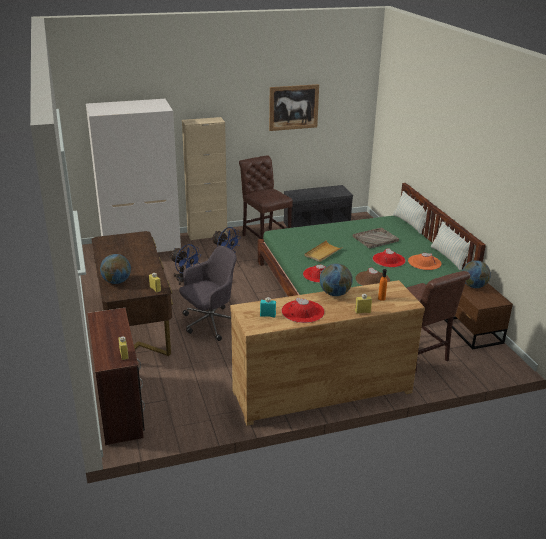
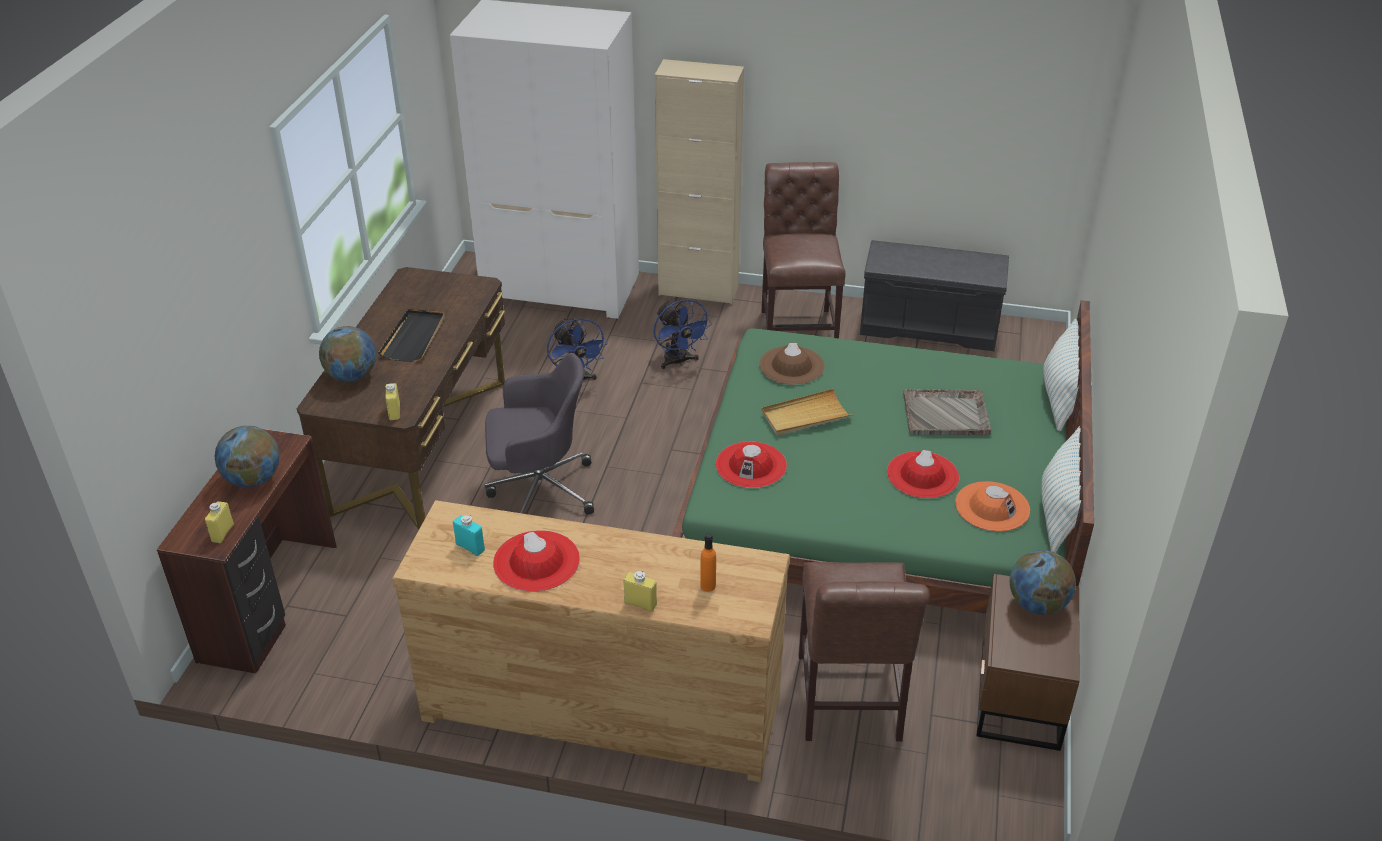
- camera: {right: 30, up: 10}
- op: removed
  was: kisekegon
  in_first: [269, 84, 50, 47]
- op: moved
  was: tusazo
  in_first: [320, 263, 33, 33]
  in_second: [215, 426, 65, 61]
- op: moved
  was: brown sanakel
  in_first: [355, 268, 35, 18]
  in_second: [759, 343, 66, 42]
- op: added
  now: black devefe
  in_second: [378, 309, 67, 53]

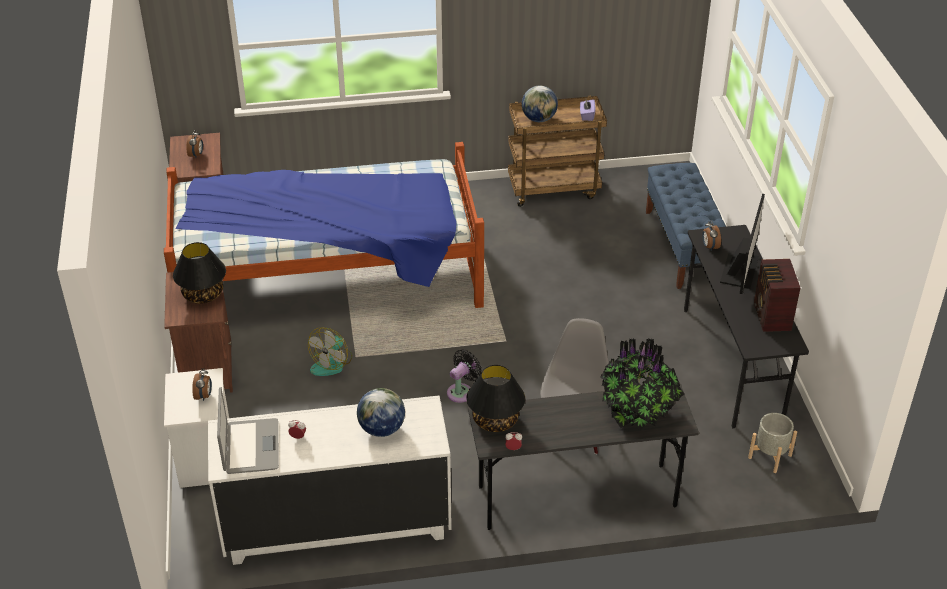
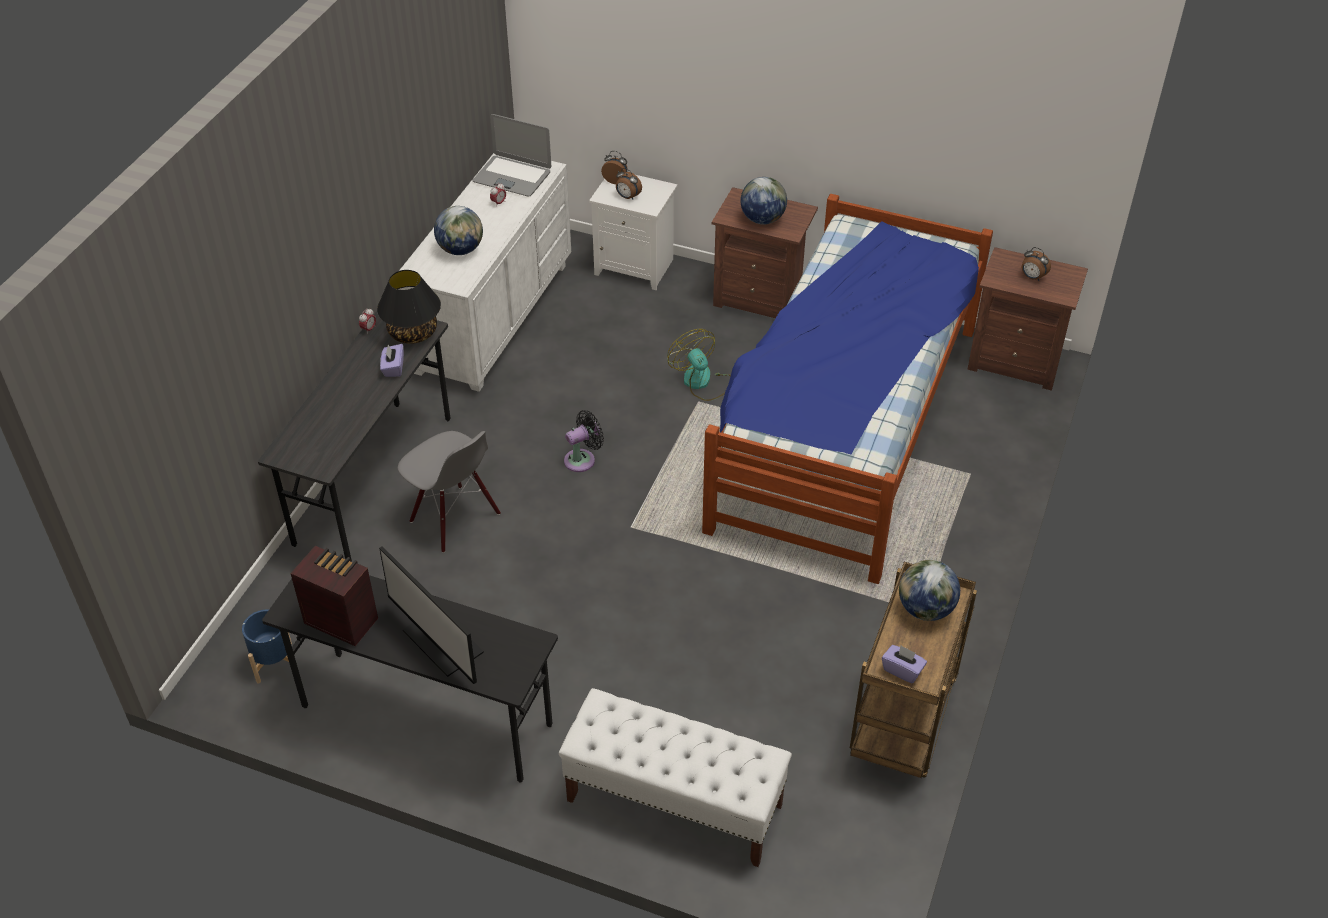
- camera: {right: 120, up: 5}
- op: replaced
  was: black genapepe
  now: tusazo
  in_first: [173, 242, 53, 62]
  in_second: [740, 177, 47, 48]
- op: turned
  was: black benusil
  in_first: [447, 349, 35, 54]
  in_second: [564, 410, 40, 62]
  clockwise: -105
- op: removed
  was: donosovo
  in_first: [600, 338, 85, 92]
- op: recoloured
  was: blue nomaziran
  now: white nomaziran
  in_first: [646, 163, 80, 126]
  in_second: [559, 688, 233, 179]
- op: moved
  was: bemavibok
  in_first: [702, 220, 19, 30]
  in_second: [601, 151, 27, 33]
- op: recoloured
  was: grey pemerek
  now: blue pemerek
  in_first: [748, 413, 49, 60]
  in_second: [242, 609, 50, 75]
- op: added
  now: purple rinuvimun
  in_second: [380, 344, 24, 33]

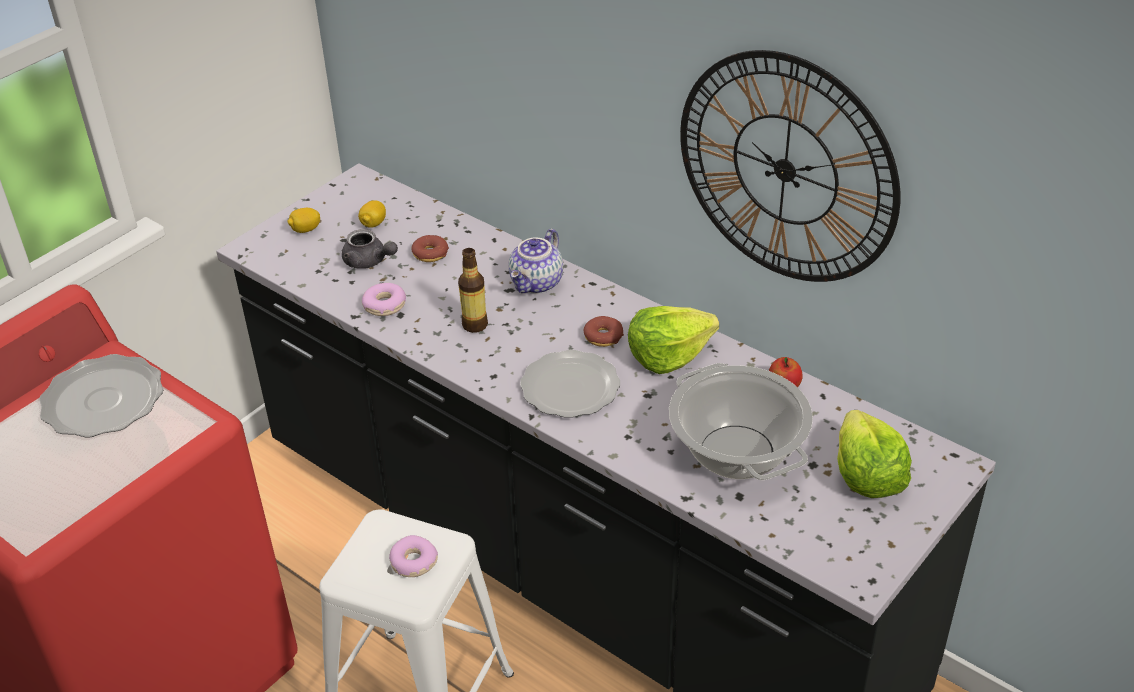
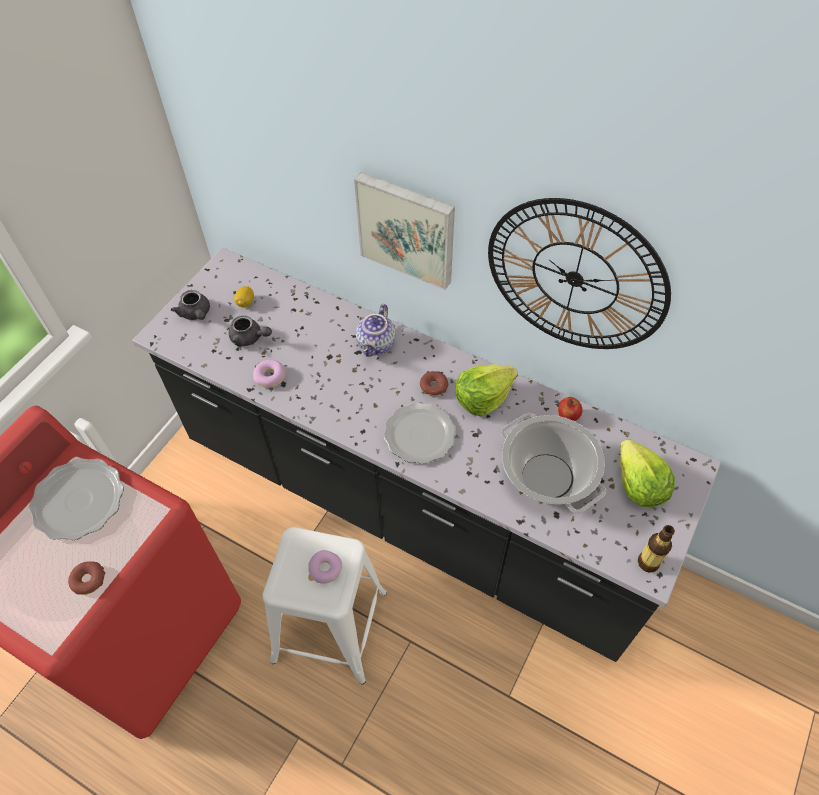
- camera: {right: -10, up: 15}
- op: replaced
  was: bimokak
  now: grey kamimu
  in_first: [287, 208, 33, 25]
  in_second: [171, 290, 39, 30]
- op: moved
  was: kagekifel
  in_first: [411, 235, 38, 27]
  in_second: [68, 561, 37, 34]
- op: moved
  was: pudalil
  in_first: [458, 248, 30, 85]
  in_second: [638, 525, 37, 48]
- op: added
  now: kisekegon
  in_second: [354, 172, 101, 118]

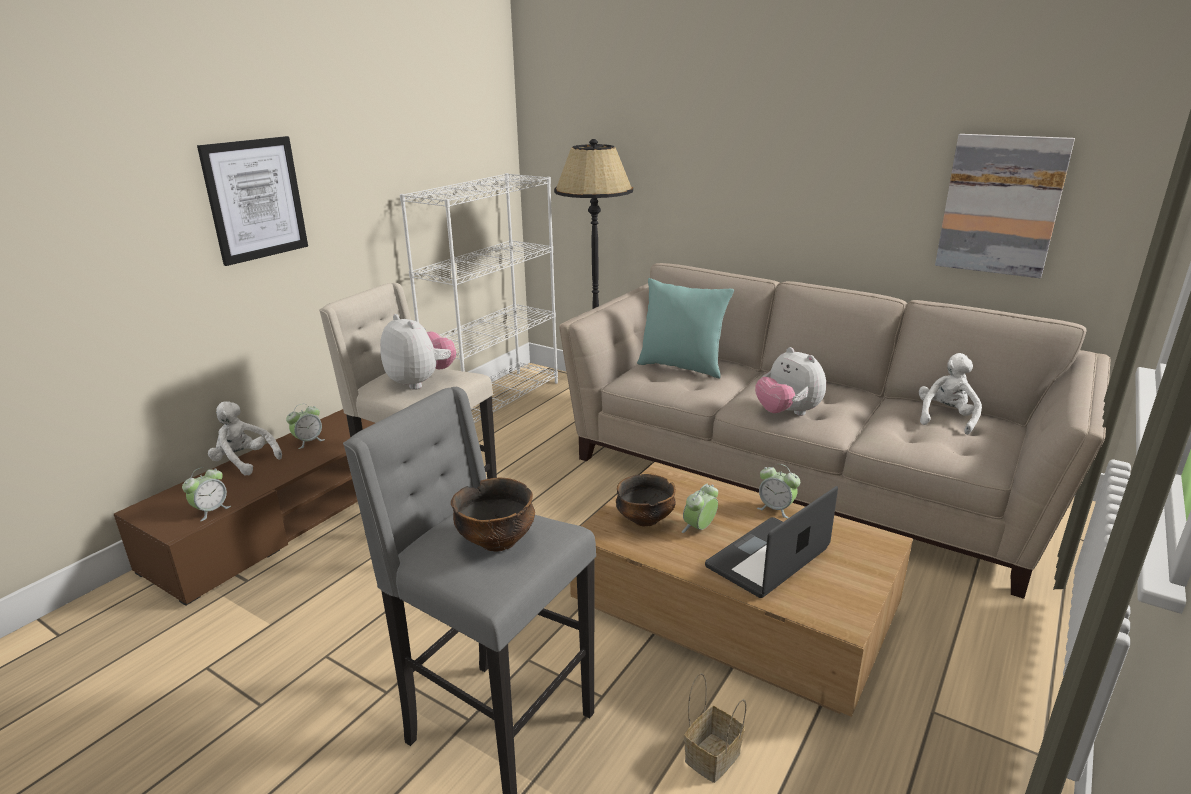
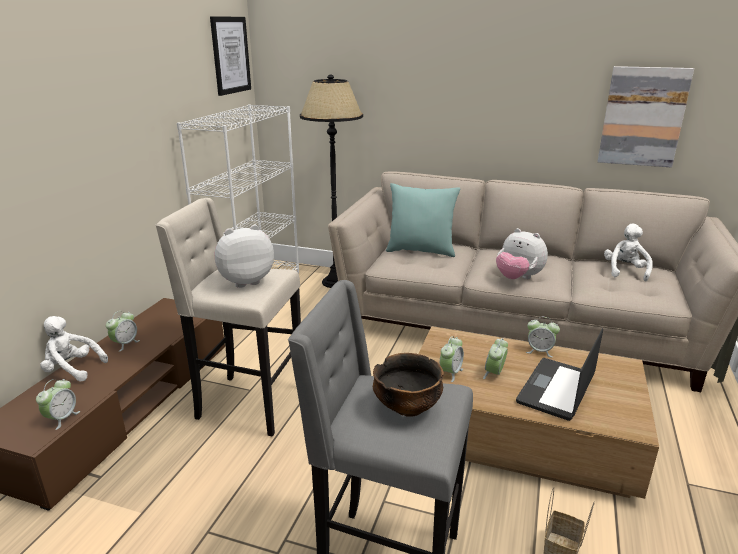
- camera: {right: -15, up: 0}
- op: moved
  was: kisekegon
  in_first: [197, 136, 111, 130]
  in_second: [210, 16, 41, 80]
- op: turned
  was: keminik
  in_first: [380, 314, 76, 76]
  in_second: [215, 225, 59, 63]
  clockwise: -60
- op: replaced
  was: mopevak
  now: bemavibok
  in_first: [616, 474, 60, 53]
  in_second: [440, 336, 24, 46]

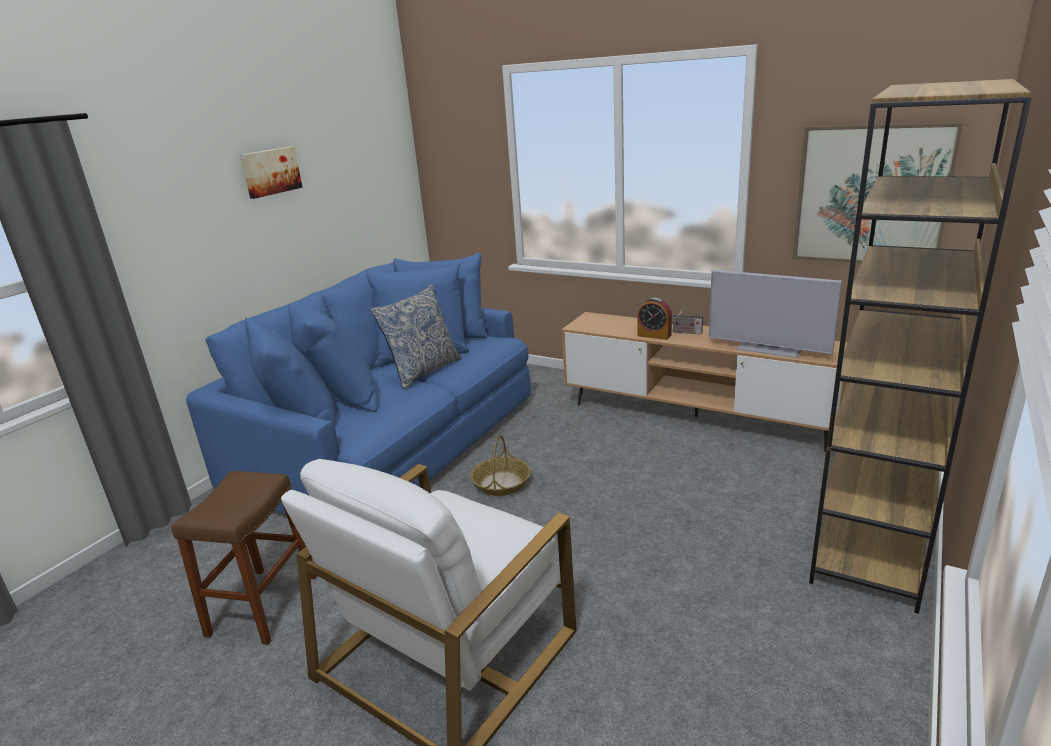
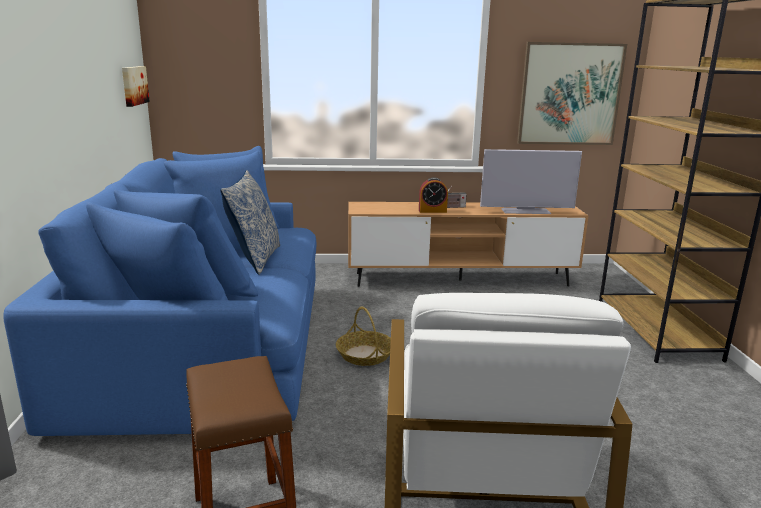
- camera: {right: -35, up: -5}
- op: moved
  was: kisekegon
  in_first: [240, 146, 63, 53]
  in_second: [122, 66, 28, 41]

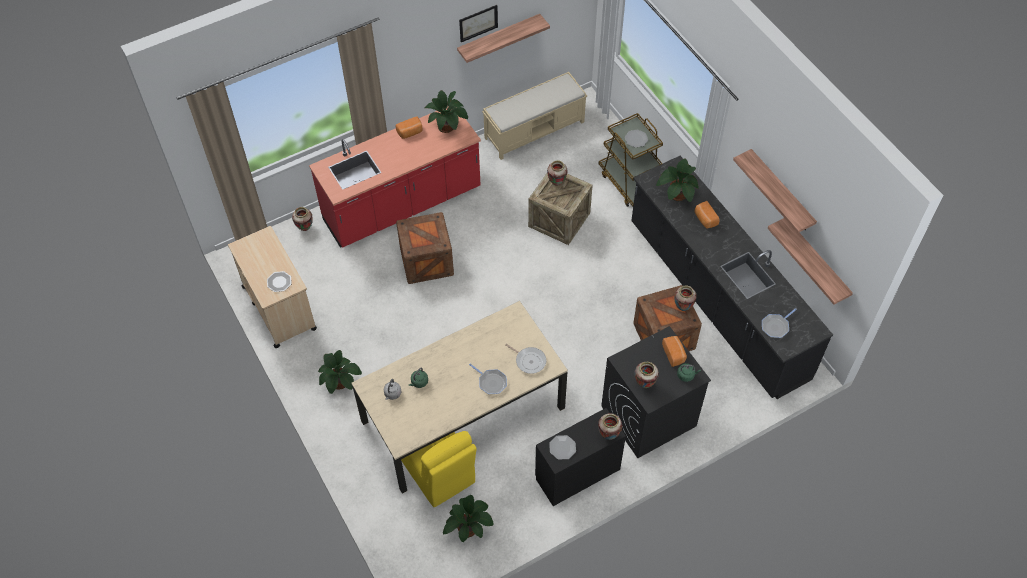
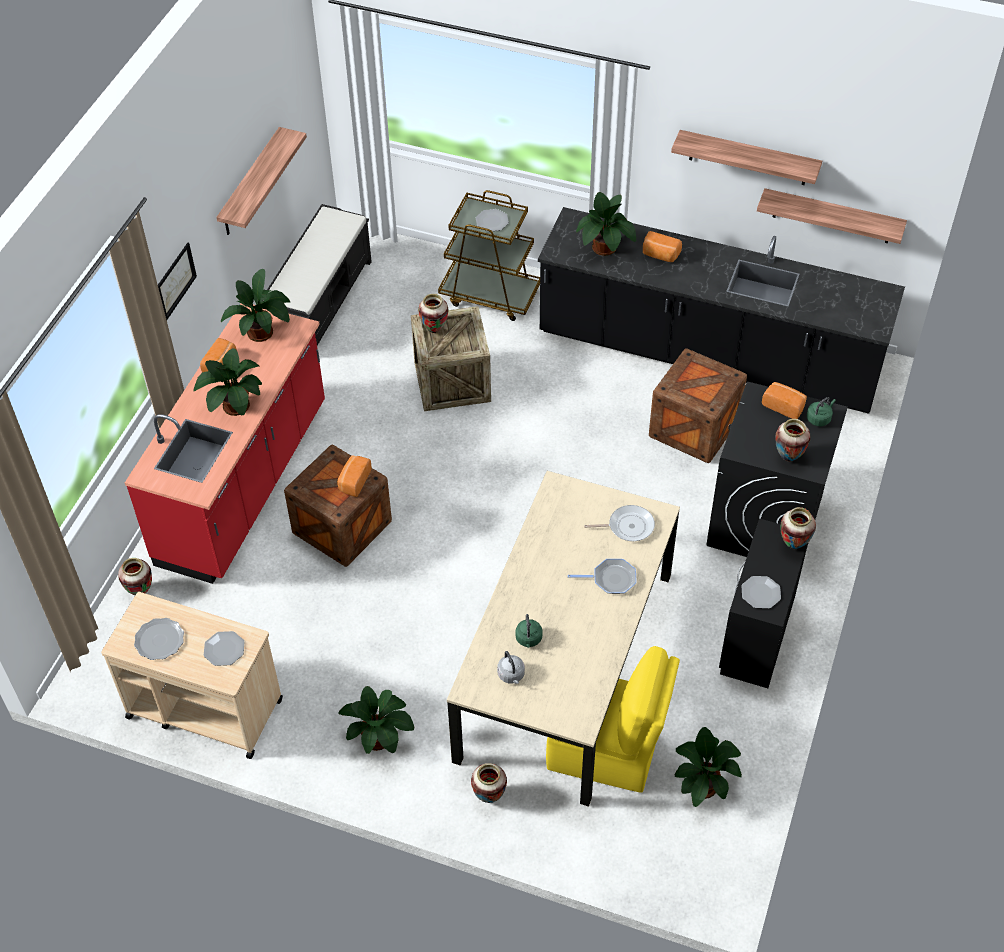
- camera: {right: -40, up: -5}
- op: moved
  was: kisekegon
  in_first: [459, 5, 39, 37]
  in_second: [158, 243, 39, 77]
- op: recoloured
  was: beige nomaziran
  now: black nomaziran
  in_first: [482, 72, 105, 88]
  in_second: [262, 204, 110, 141]
- op: moved
  was: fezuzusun
  in_first: [674, 286, 23, 25]
  in_second: [471, 763, 36, 40]
- op: removed
  was: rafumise
  in_first: [762, 308, 35, 30]
- op: added
  now: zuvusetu
  in_second: [134, 618, 50, 42]
- op: added
  now: donosovo
  in_second: [194, 348, 68, 68]
- op: added
  now: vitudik
  in_second: [337, 455, 35, 42]

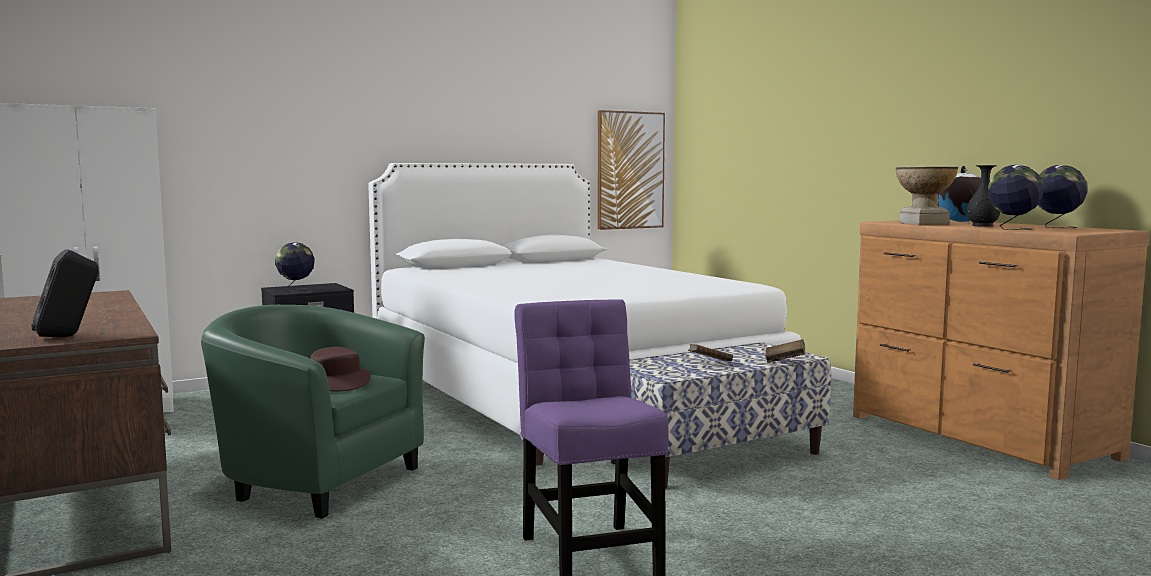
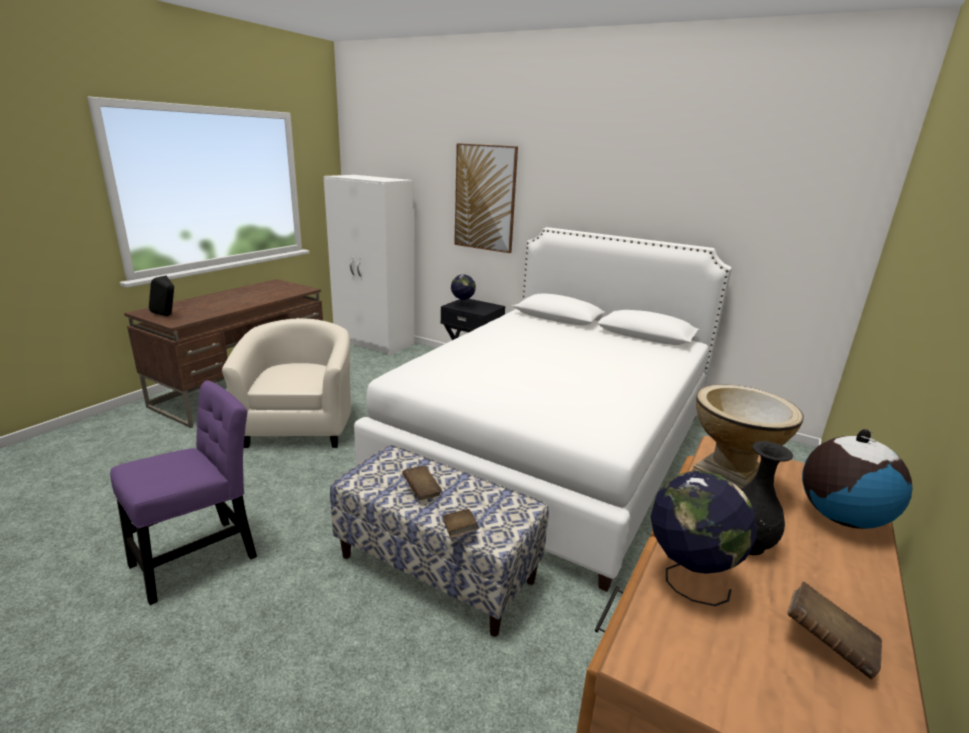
- camera: {right: 60, up: 15}
- op: recoloured
  was: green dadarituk
  now: beige dadarituk
  in_first: [201, 305, 224, 214]
  in_second: [222, 318, 129, 130]
- op: removed
  was: brown sanakel
  in_first: [311, 347, 60, 45]
- op: moved
  was: kisekegon
  in_first: [597, 110, 68, 120]
  in_second: [454, 143, 64, 110]
- op: replaced
  was: tusazo
  now: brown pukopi
  in_first: [1038, 165, 50, 63]
  in_second: [787, 581, 95, 99]

